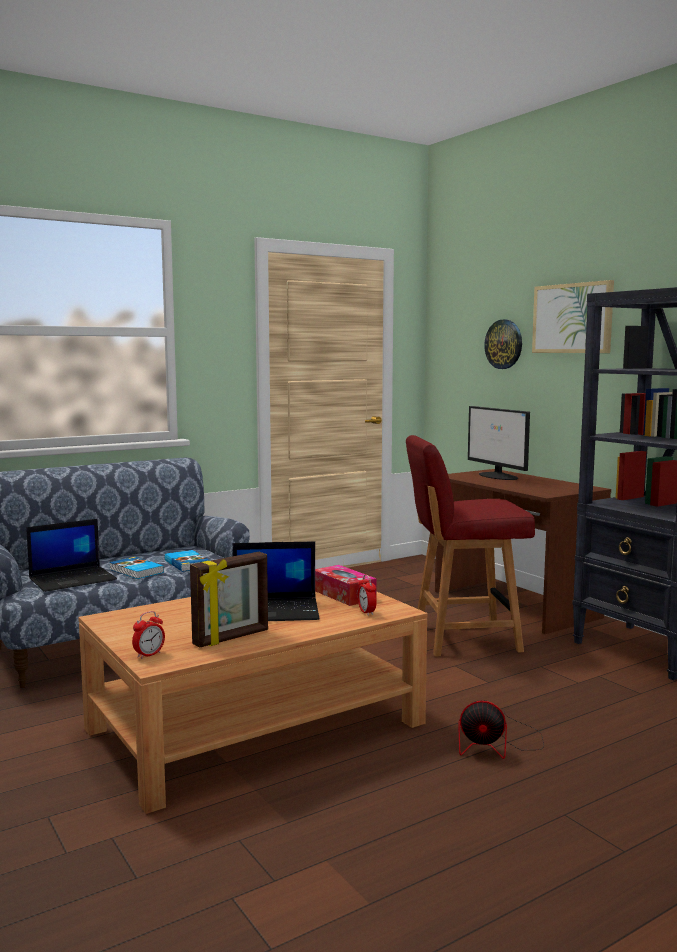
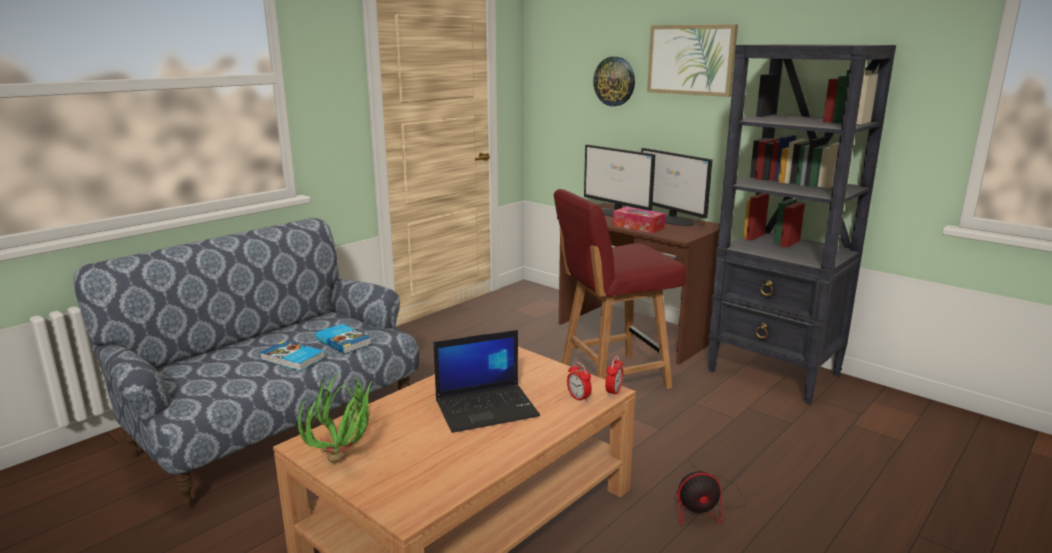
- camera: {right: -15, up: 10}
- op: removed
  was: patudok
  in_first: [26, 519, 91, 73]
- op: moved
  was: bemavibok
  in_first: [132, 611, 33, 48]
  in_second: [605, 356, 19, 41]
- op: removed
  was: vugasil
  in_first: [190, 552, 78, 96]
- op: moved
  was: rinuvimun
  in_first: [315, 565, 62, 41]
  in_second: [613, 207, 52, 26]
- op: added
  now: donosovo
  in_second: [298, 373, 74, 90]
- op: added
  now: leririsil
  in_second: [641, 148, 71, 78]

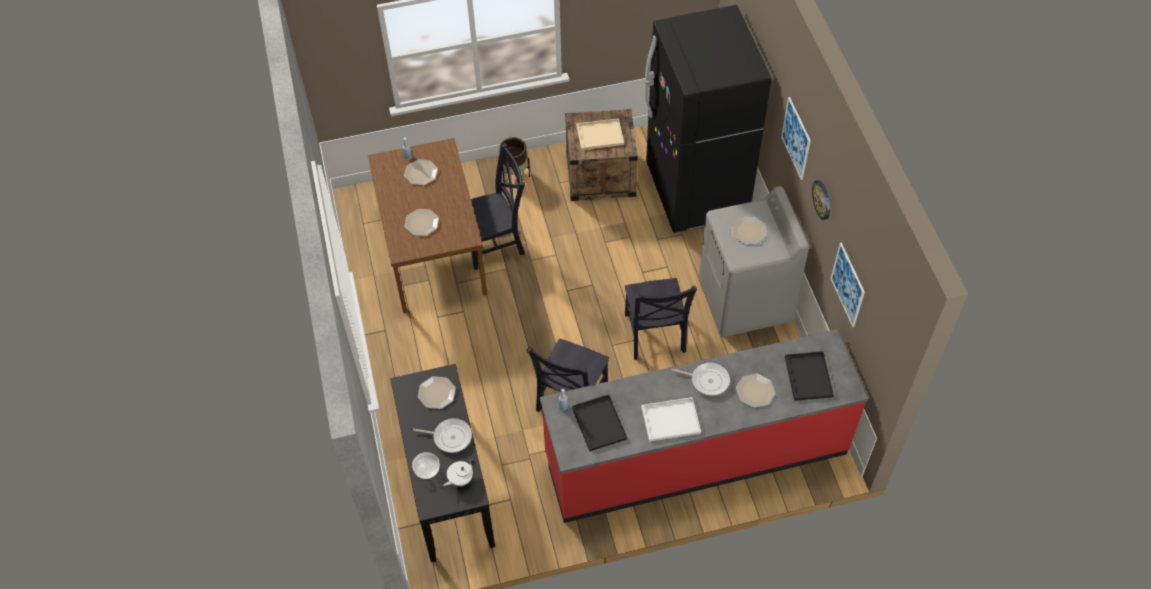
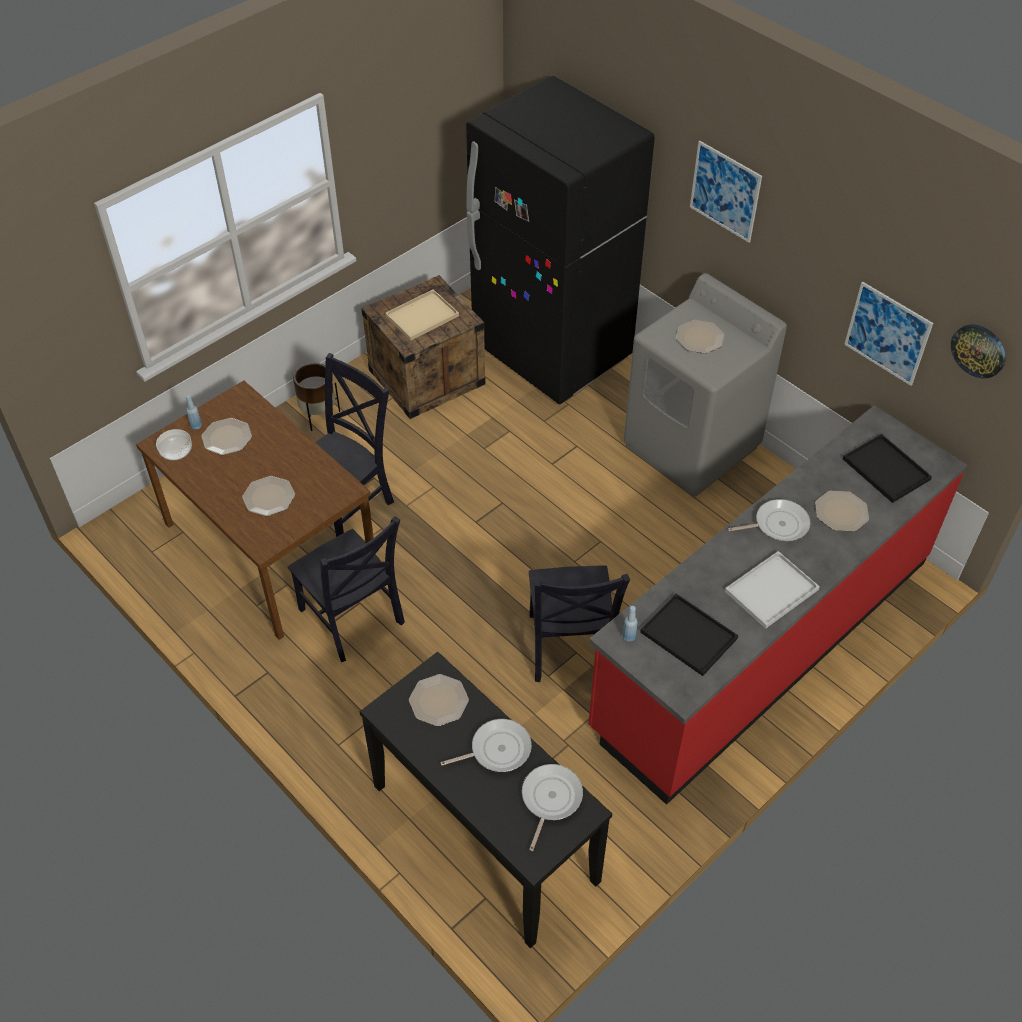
- camera: {right: -30, up: -5}
- op: moved
  was: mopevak
  in_first: [412, 452, 28, 27]
  in_second: [156, 429, 36, 32]
- op: replaced
  was: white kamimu
  now: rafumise
  in_first: [443, 459, 31, 27]
  in_second: [522, 764, 61, 87]
- op: moved
  was: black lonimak
  in_first: [625, 278, 72, 82]
  in_second: [287, 516, 118, 146]
- op: moved
  was: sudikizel
  in_first: [812, 180, 18, 40]
  in_second: [951, 325, 55, 53]

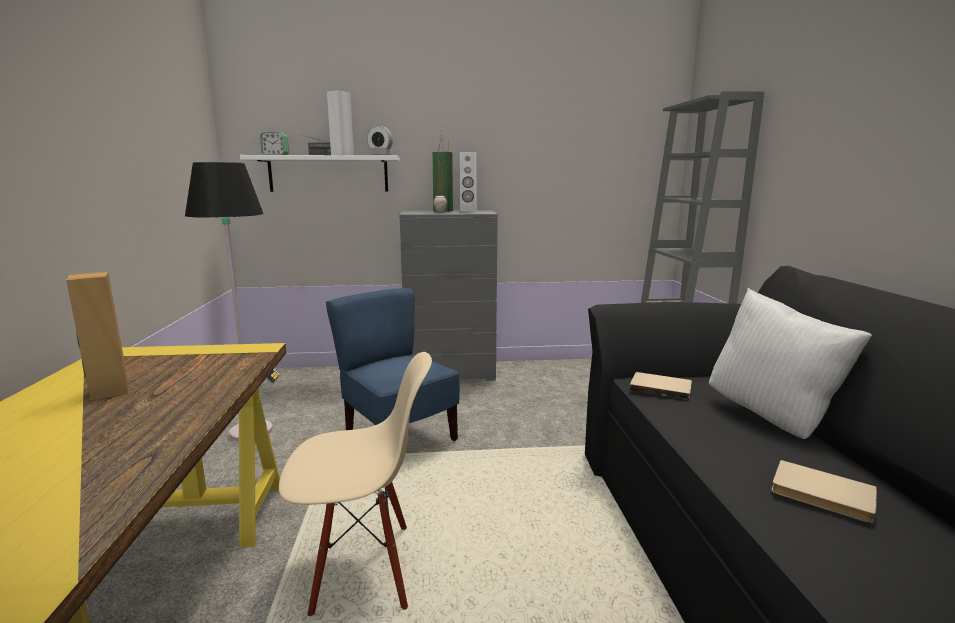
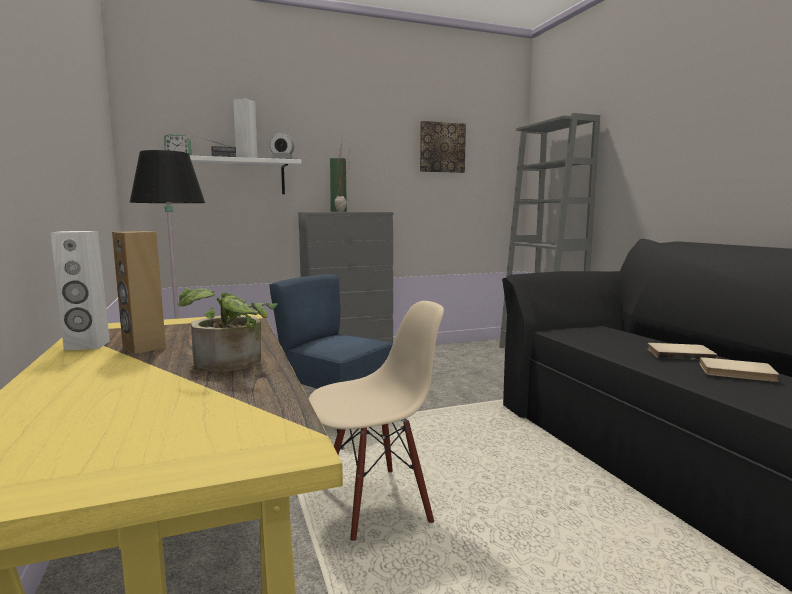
- camera: {right: -15, up: -5}
- op: moved
  was: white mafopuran
  in_first: [460, 152, 17, 59]
  in_second: [50, 231, 60, 119]
- op: moved
  was: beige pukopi
  in_first: [629, 372, 63, 28]
  in_second: [648, 343, 70, 17]
- op: removed
  was: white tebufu
  in_first: [709, 288, 163, 151]
- op: added
  now: donosovo
  in_second: [178, 288, 100, 84]
- op: added
  now: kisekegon
  in_second: [420, 121, 46, 52]

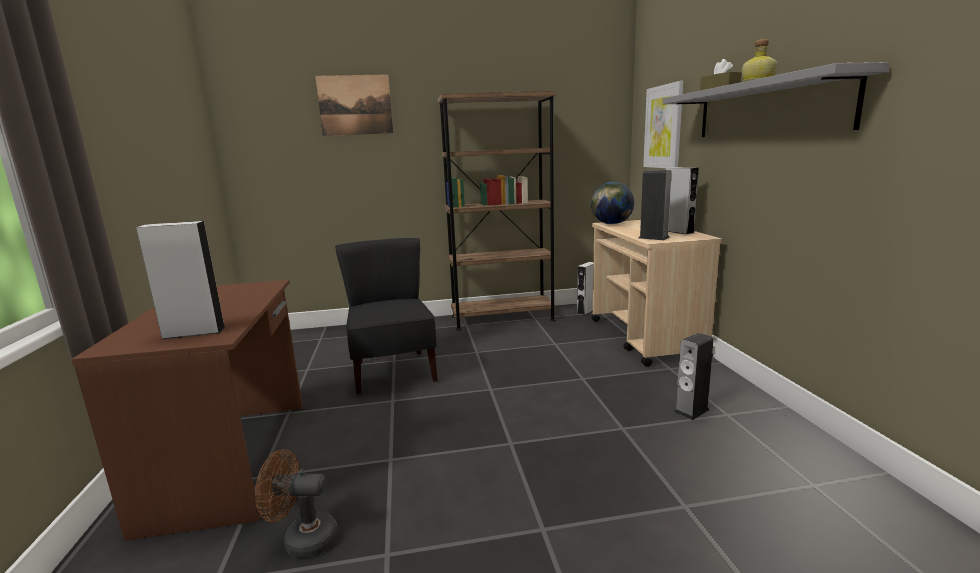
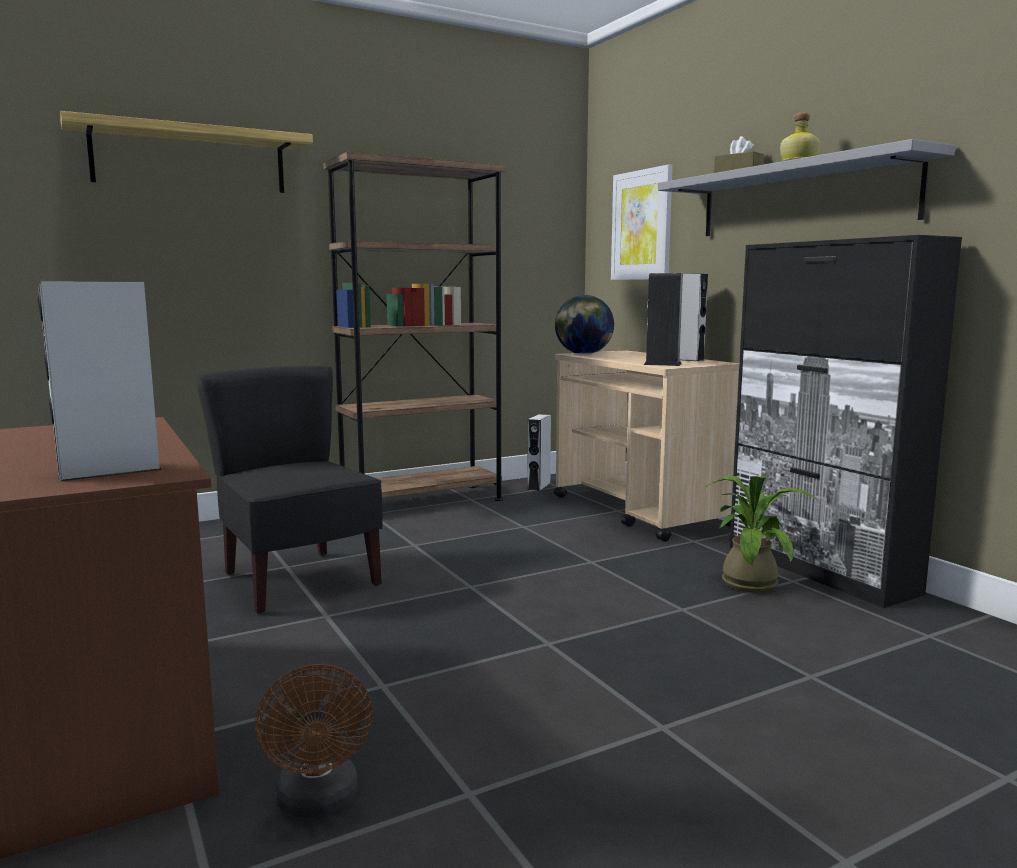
- camera: {right: -20, up: -5}
- op: turned
  was: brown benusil
  in_first: [255, 449, 83, 109]
  in_second: [255, 664, 117, 154]
  clockwise: -90
- op: replaced
  was: kisekegon
  now: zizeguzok
  in_first: [315, 75, 78, 61]
  in_second: [61, 111, 252, 82]
- op: replaced
  was: mafopuran
  now: donosovo
  in_first: [674, 333, 40, 87]
  in_second: [705, 475, 112, 118]
- op: added
  now: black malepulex
  in_second: [729, 235, 233, 373]

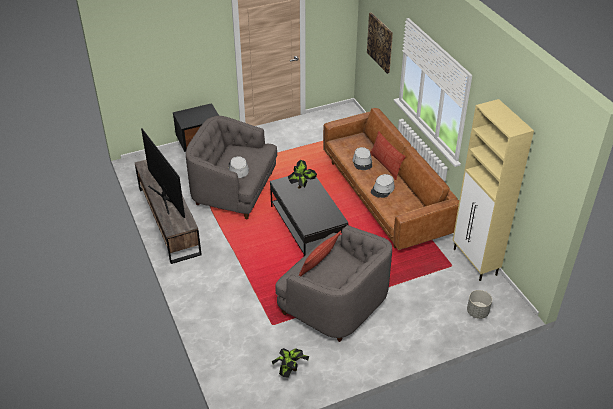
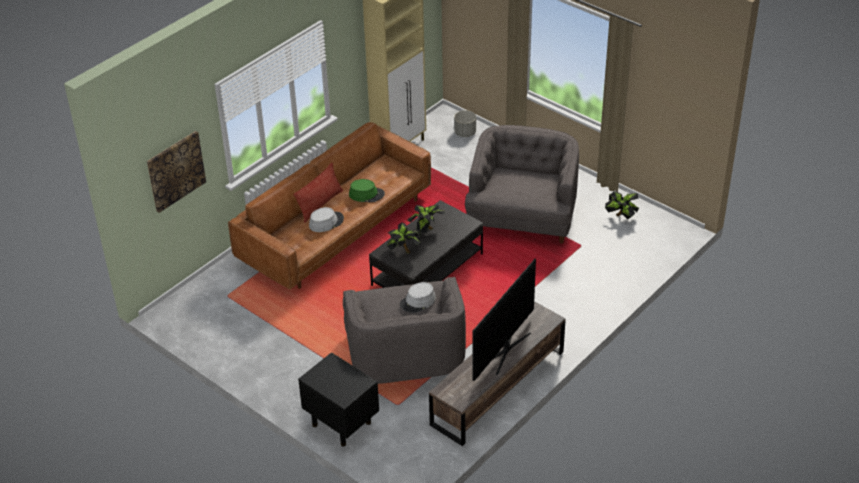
- camera: {right: -115, up: 0}
- op: removed
  was: tebufu
  in_first: [299, 231, 42, 45]
- op: recoloured
  was: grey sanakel
  now: green sanakel
  in_first: [371, 174, 24, 24]
  in_second: [349, 179, 36, 23]
- op: added
  now: donosovo
  in_second: [407, 204, 38, 29]

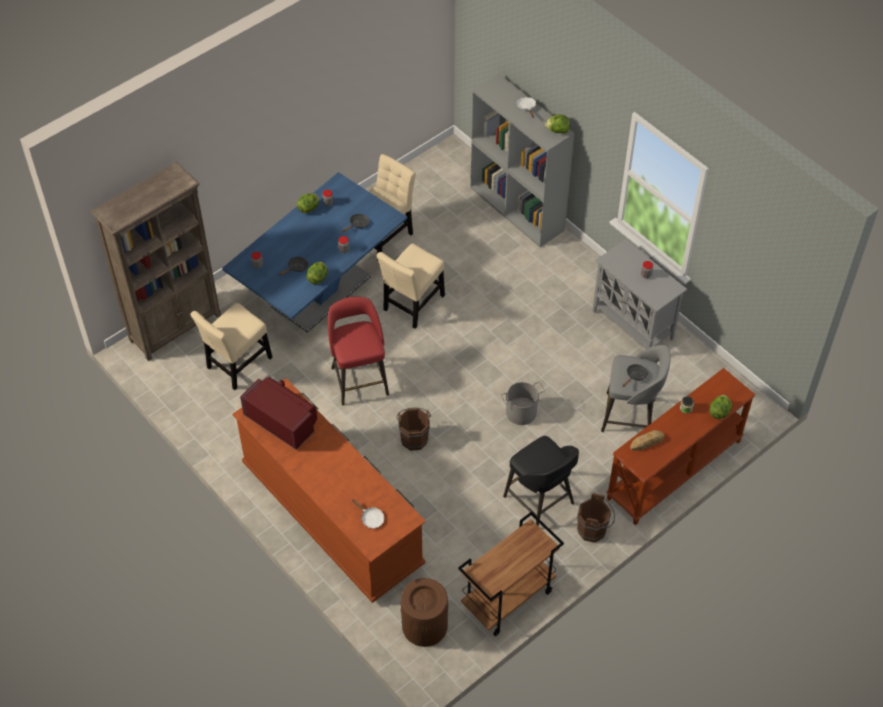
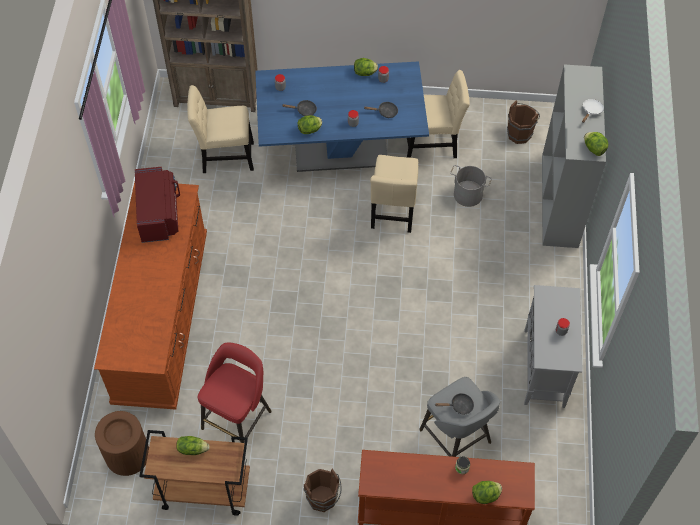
- camera: {right: 45, up: 5}
- op: moved
  was: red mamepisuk
  in_first: [328, 297, 61, 109]
  in_second: [198, 342, 74, 101]
- op: removed
  was: white rafumise
  in_first: [352, 499, 32, 29]
- op: turned
  was: beige lonimak
  in_first: [377, 243, 68, 86]
  in_second: [370, 155, 48, 78]
  clockwise: -75
- op: moved
  was: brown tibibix
  in_first: [397, 408, 34, 43]
  in_second: [507, 100, 33, 44]
- op: moved
  was: grey tibibix
  in_first: [501, 382, 44, 43]
  in_second: [450, 165, 42, 42]
- op: removed
  was: black mamepisuk
  in_first: [503, 436, 76, 90]
- op: removed
  was: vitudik
  in_first: [630, 430, 34, 21]
- op: added
  now: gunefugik
  in_second: [176, 436, 34, 19]

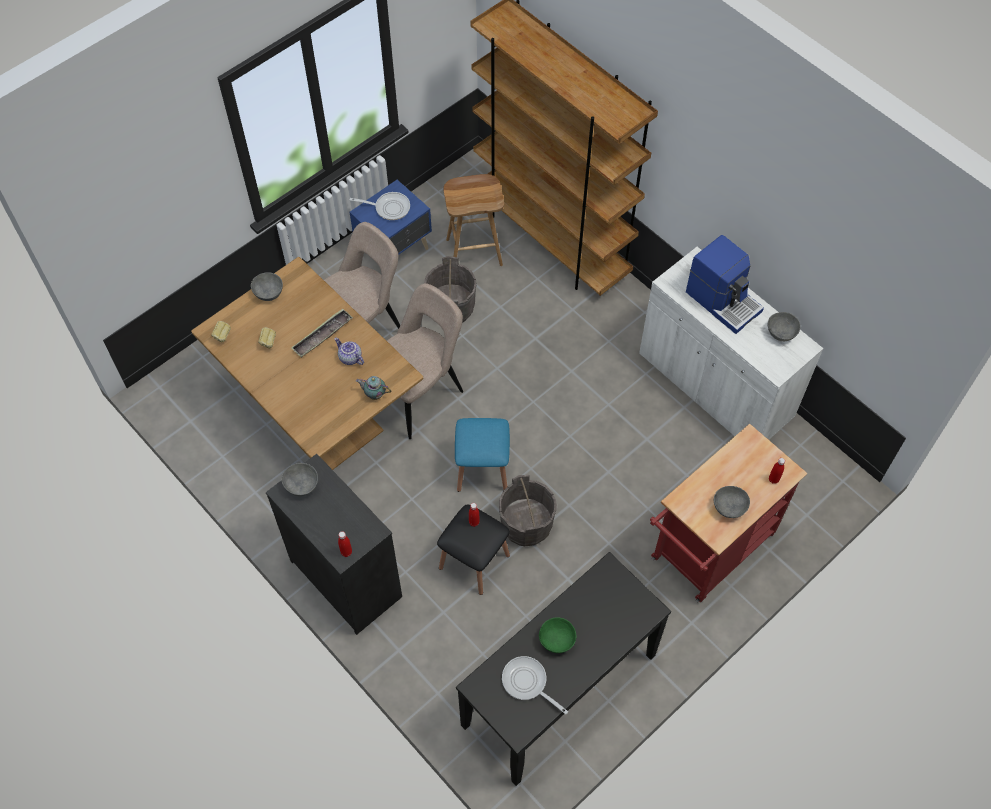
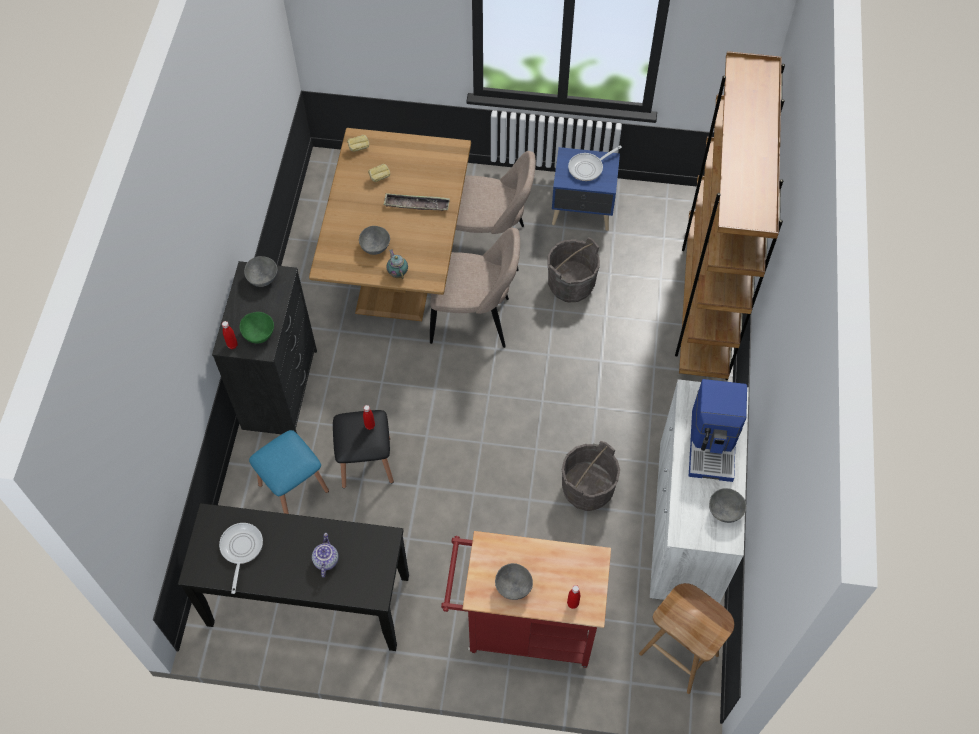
- camera: {right: 50, up: 0}
- op: moved
  was: grey mopevak
  in_first: [251, 272, 32, 29]
  in_second: [359, 226, 31, 29]
- op: moved
  was: kamimu
  in_first: [334, 338, 30, 27]
  in_second: [312, 533, 27, 44]
- op: turned
  was: rafumise
  in_first: [350, 192, 60, 28]
  in_second: [568, 146, 54, 35]
  clockwise: 90
- op: moved
  was: brown mamepisuk
  in_first: [443, 174, 61, 92]
  in_second: [639, 583, 95, 111]
- op: moved
  was: blue mamepisuk
  in_first: [455, 418, 55, 74]
  in_second: [249, 430, 80, 84]
- op: moved
  was: grey tibibix
  in_first: [499, 475, 58, 71]
  in_second: [562, 440, 58, 71]
- op: moved
  was: green mopevak
  in_first: [539, 617, 38, 36]
  in_second: [240, 312, 34, 31]

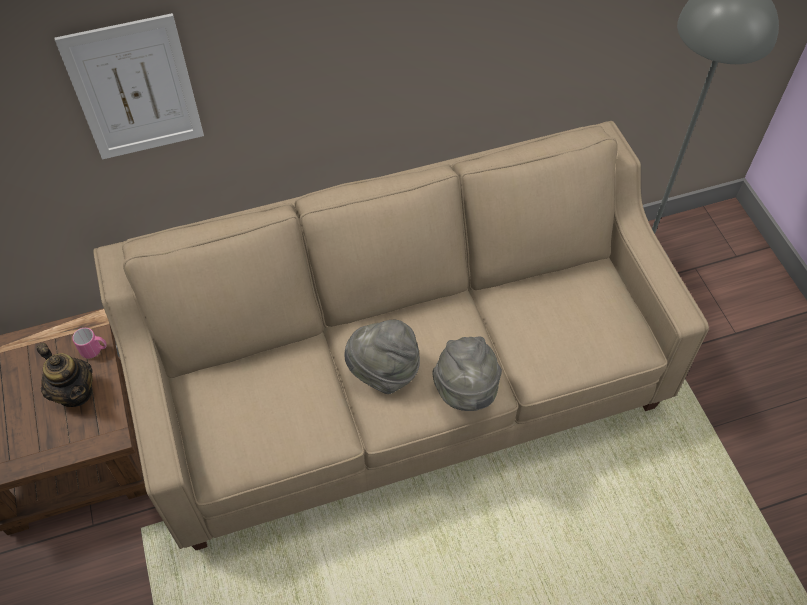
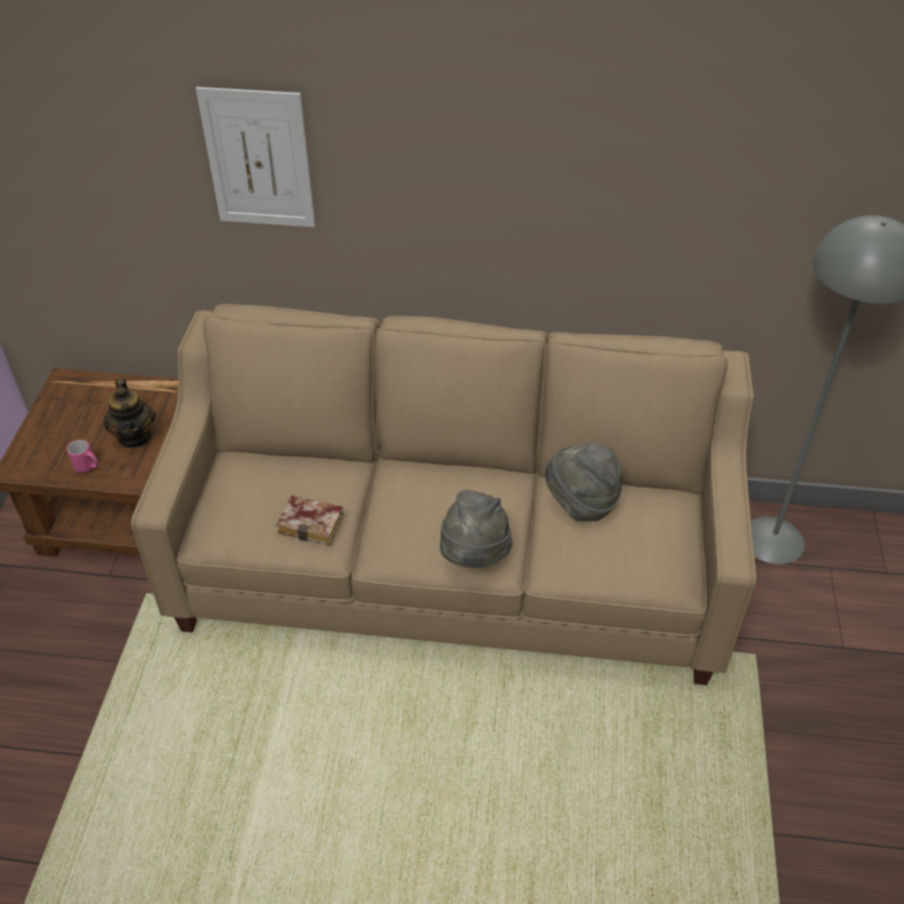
- camera: {right: 25, up: -10}
- op: moved
  was: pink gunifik
  in_first: [72, 328, 35, 30]
  in_second: [67, 440, 31, 33]
- op: moved
  was: grey sanakel
  in_first: [345, 320, 75, 74]
  in_second: [545, 443, 77, 78]
- op: added
  now: pukopi
  in_second: [276, 495, 68, 50]

